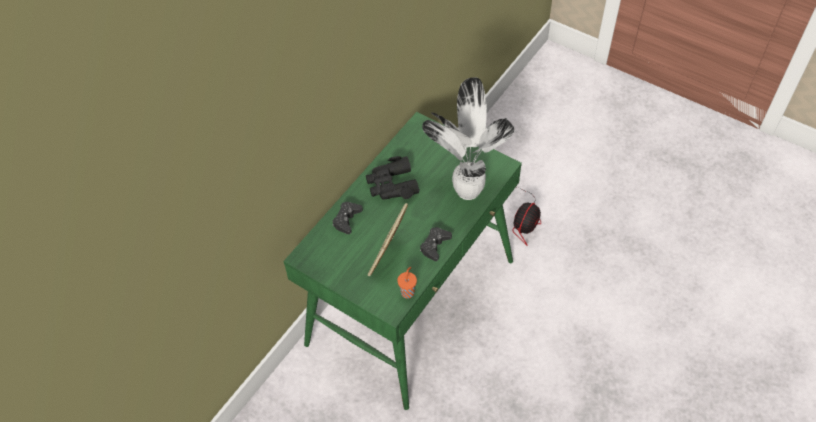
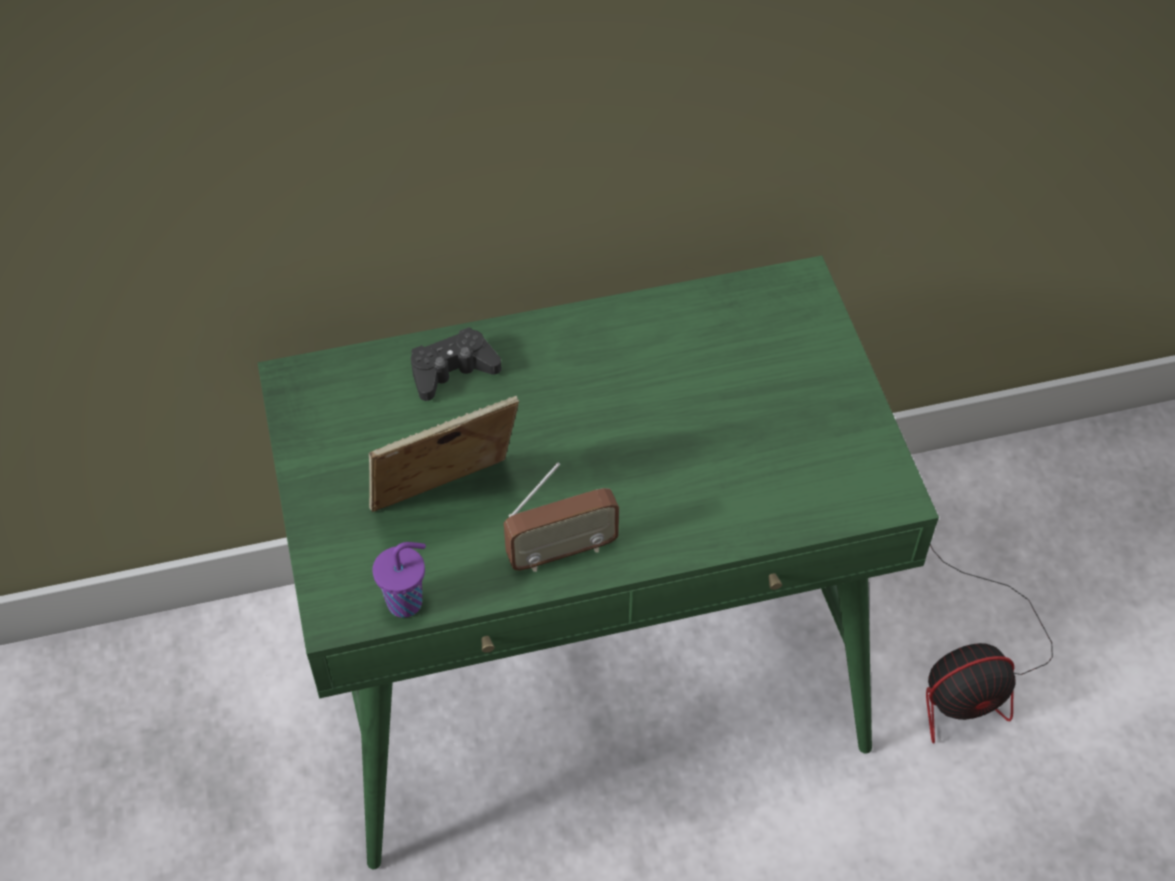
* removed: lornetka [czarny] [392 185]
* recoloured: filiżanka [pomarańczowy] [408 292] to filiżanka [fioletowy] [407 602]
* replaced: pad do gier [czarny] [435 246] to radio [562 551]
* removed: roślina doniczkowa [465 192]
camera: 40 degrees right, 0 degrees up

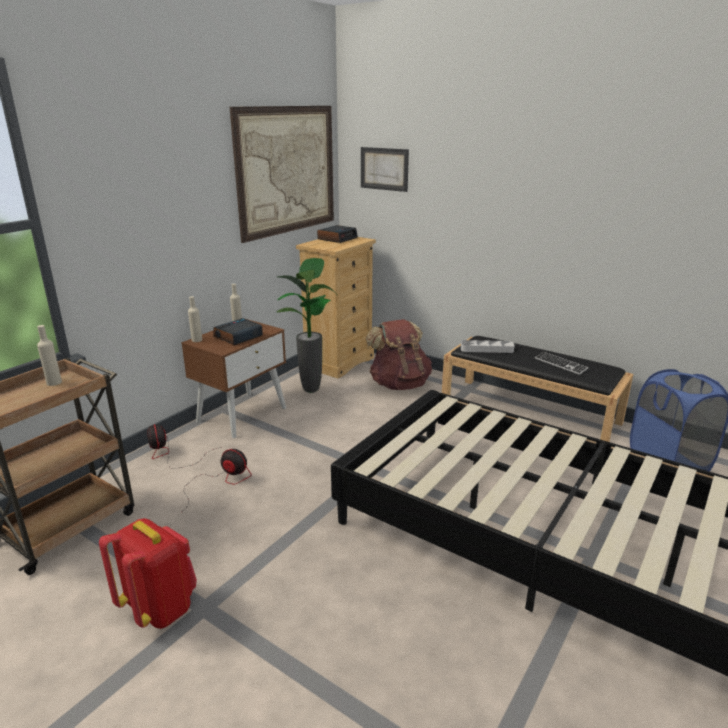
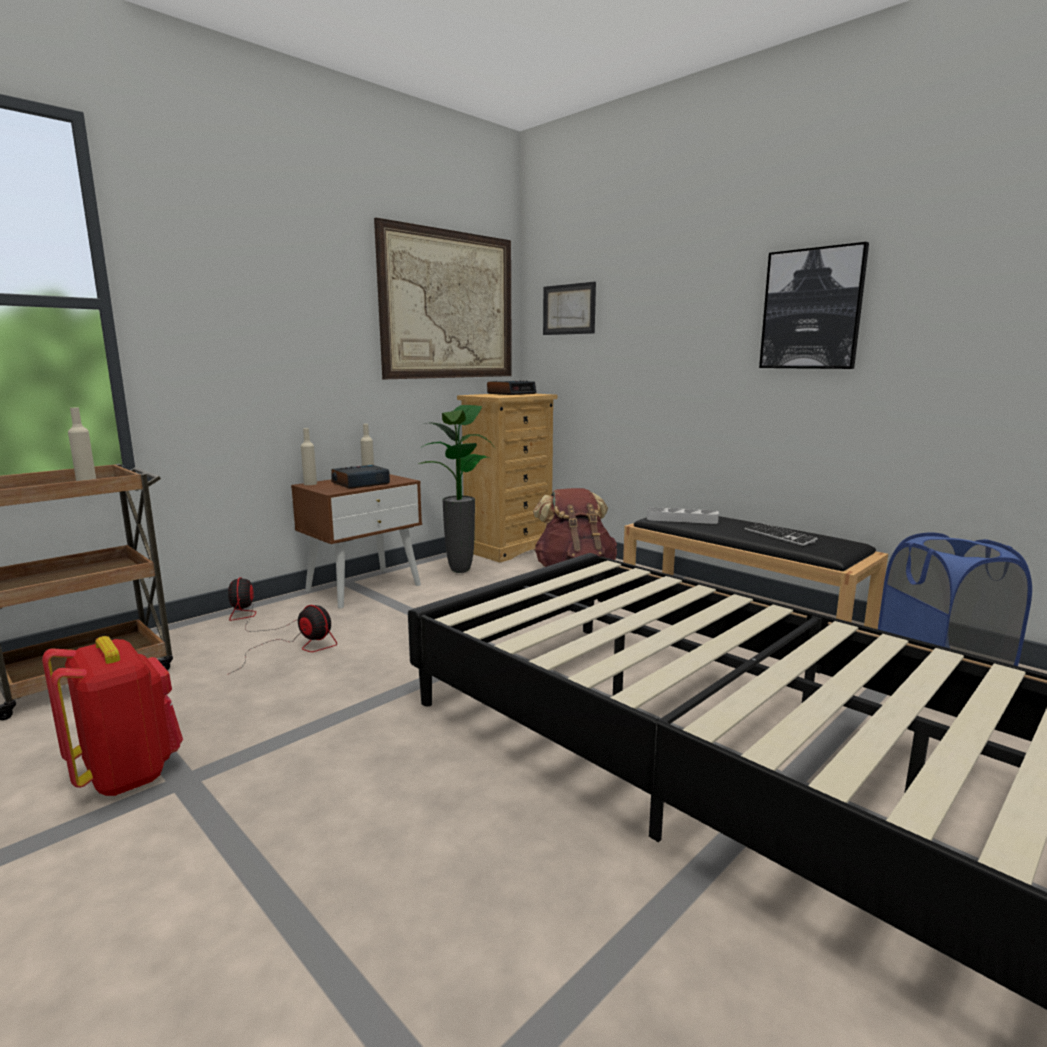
* added: obraz [812 309]
camera: 10 degrees right, 10 degrees down

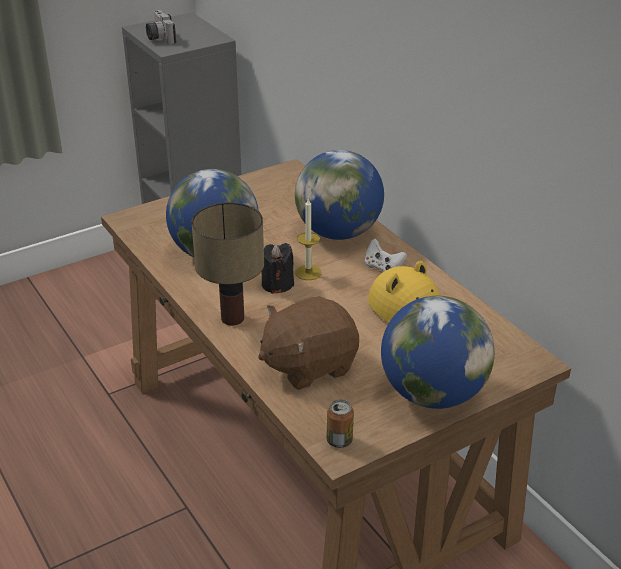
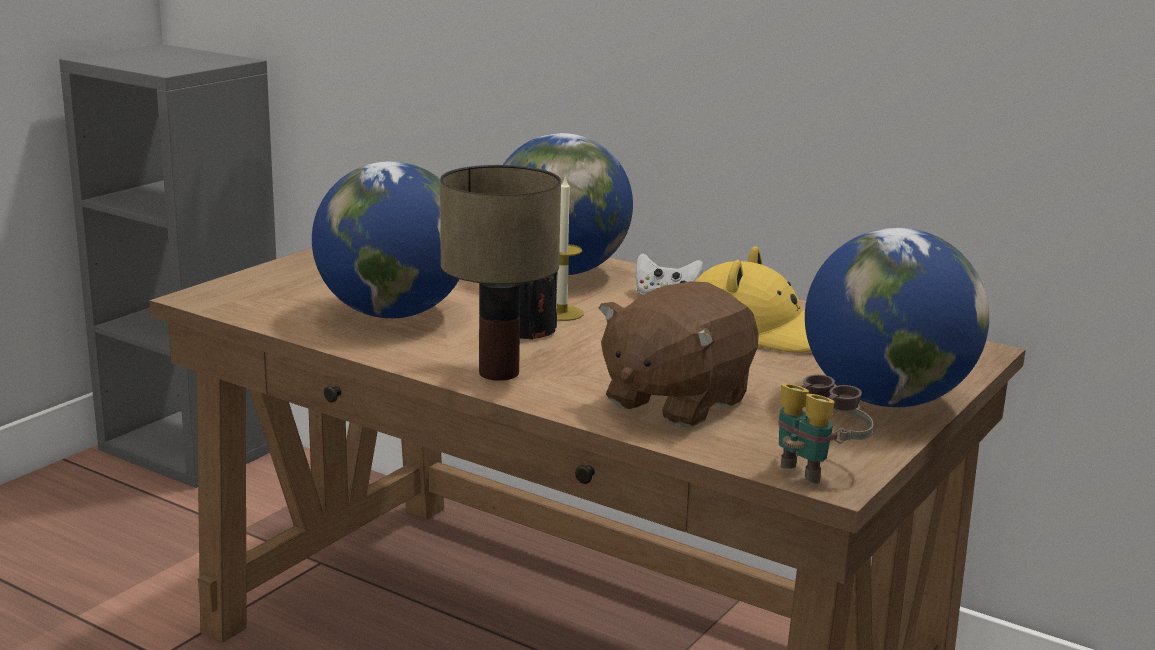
* removed: aparat fotograficzny [159 38]
* replaced: puszka [339 440] to lornetka [816 468]
camera: 25 degrees left, 15 degrees down

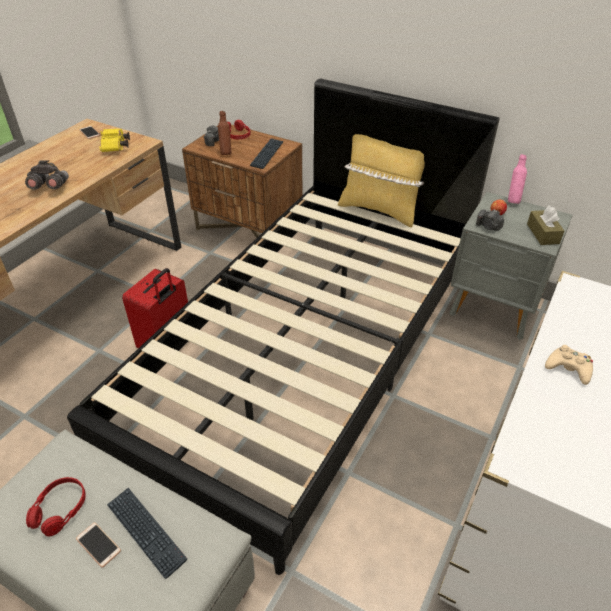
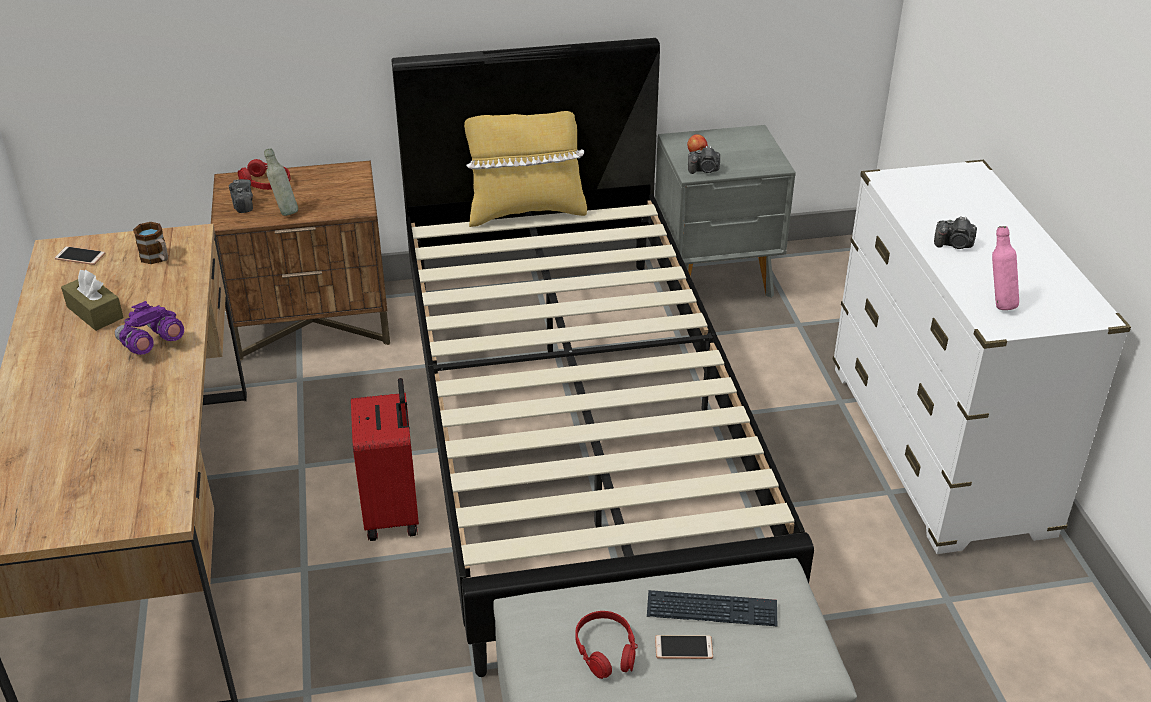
* recoloured: lornetka [szary] [50 187] to lornetka [fioletowy] [151 345]
* replaced: lornetka [żółty] [115 147] to kubek [157 258]
* recoloured: butelka [brązowy] [226 153] to butelka [szary] [285 212]
* removed: klawiatura [267 154]
* moved: butelka [różowy] [512 200] to [998 304]
* moved: pudełko chusteczek [brązowy] [542 234] to [95 312]
* replaced: pad do gier [beżowy] [568 368] to aparat fotograficzny [954 245]
camera: 40 degrees left, 5 degrees down

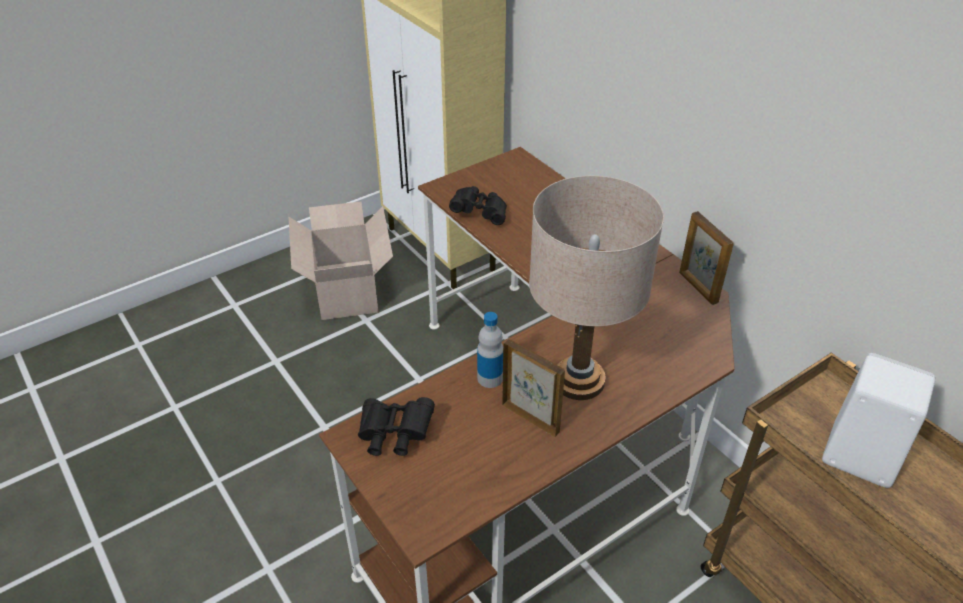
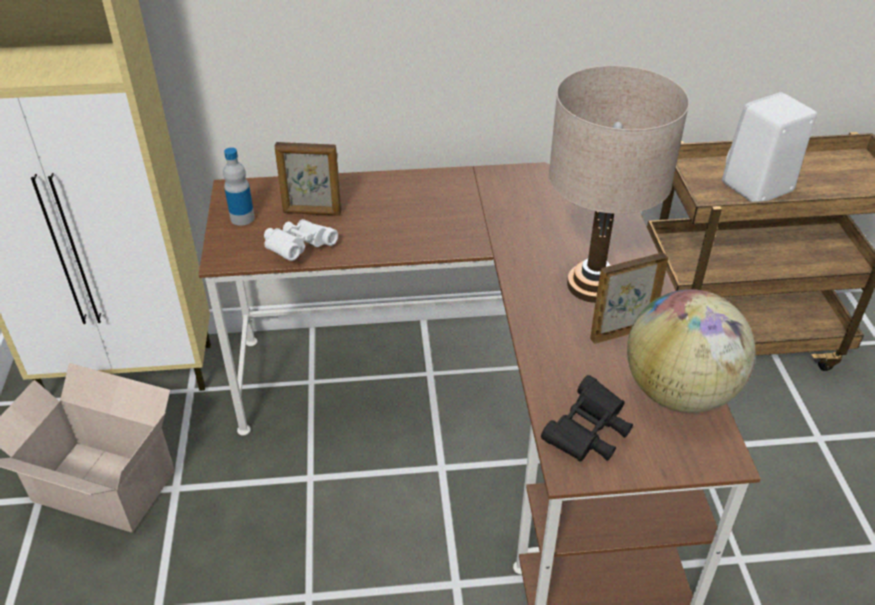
* recoloured: lornetka [czarny] [480 213] to lornetka [biały] [298 249]
* moved: butelka [490 378] to [242 218]
* moved: ramka na zdjęcie [697 287] to [312 213]
* added: globus [679 392]
camera: 60 degrees left, 0 degrees up

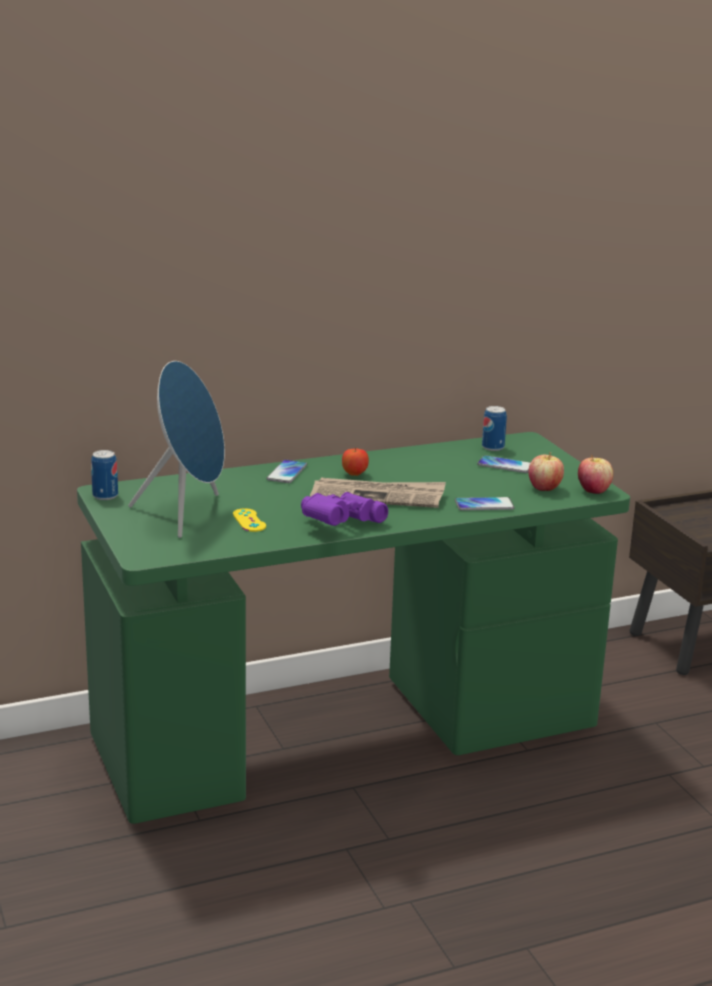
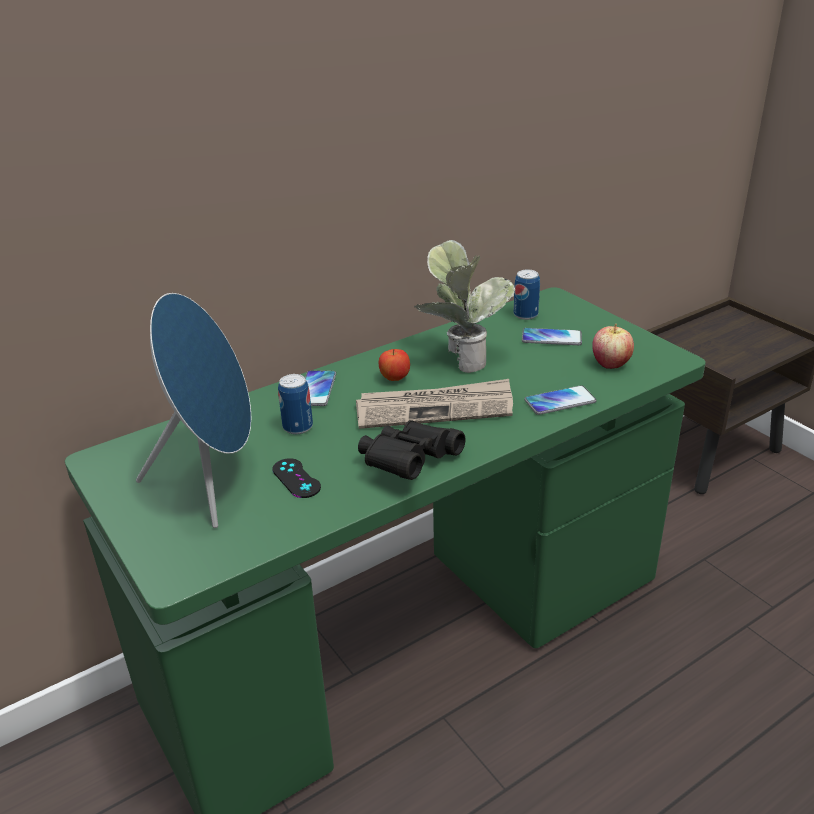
* moved: puszka [105 496] to [297 427]
* recoloured: pad do gier [żółty] [249 520] to pad do gier [czarny] [296 478]
* recoloured: lornetka [fioletowy] [339 524] to lornetka [czarny] [408 464]
* removed: jabłko [593 491]
* added: roślina doniczkowa [461 359]
camera: 10 degrees left, 10 degrees up

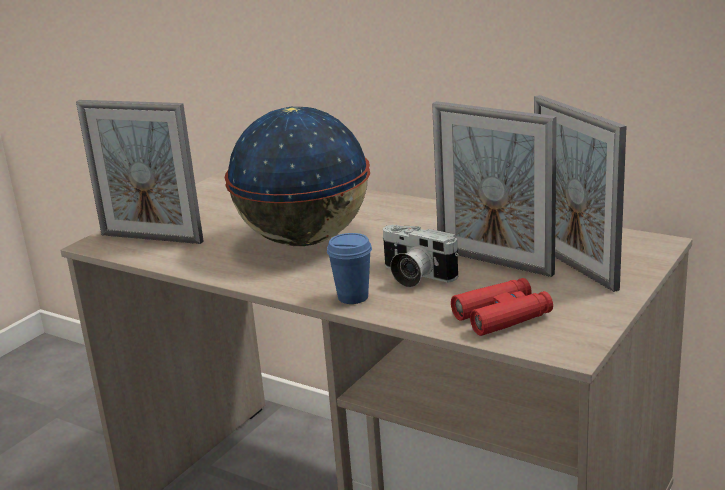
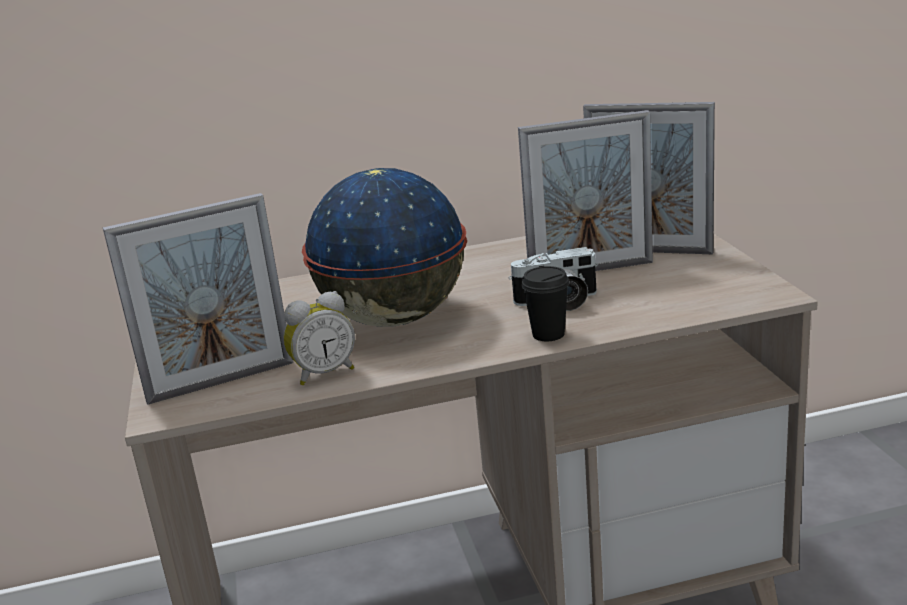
* recoloured: filiżanka [niebieski] [353 297] to filiżanka [czarny] [548 334]
* removed: lornetka [czerwony] [502 316]
* added: budzik [323 373]
camera: 45 degrees left, 0 degrees up

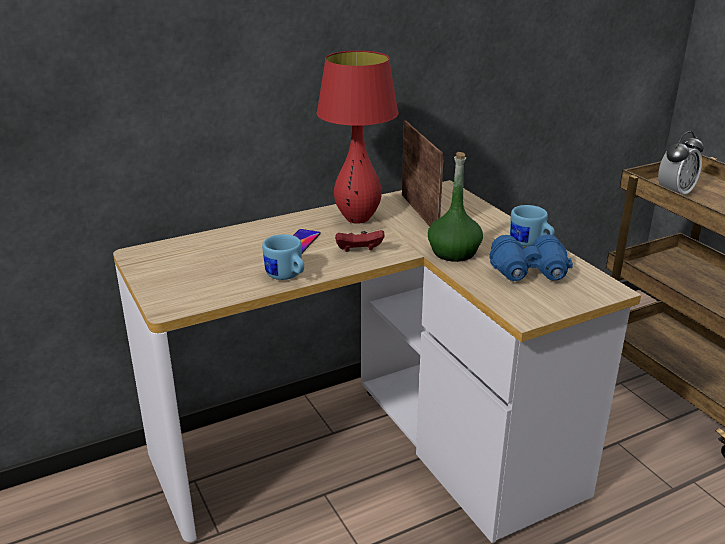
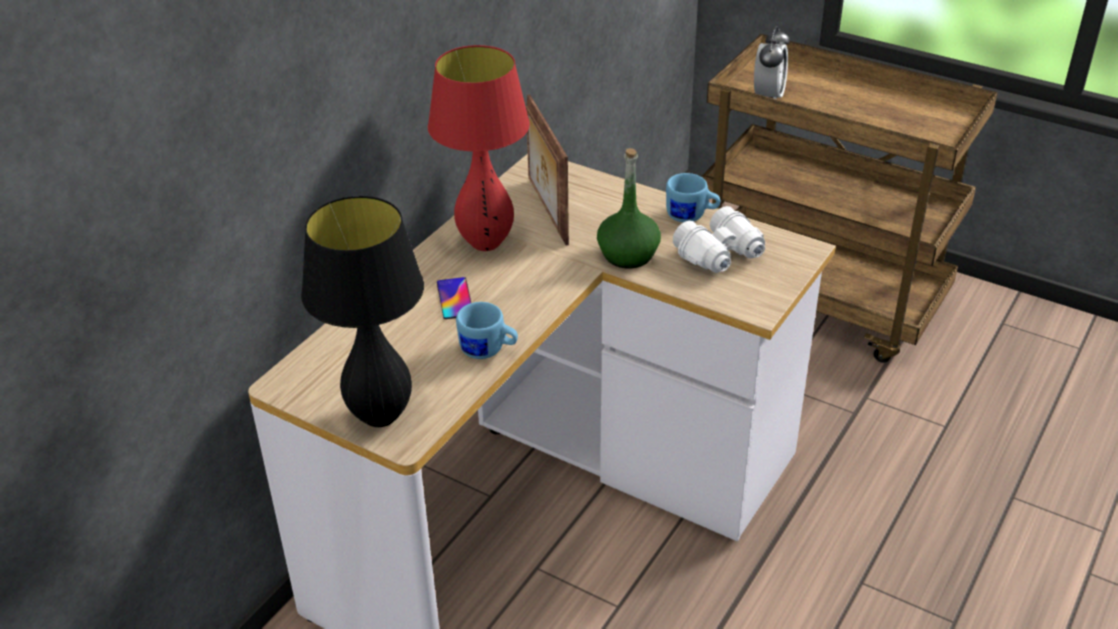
* removed: pad do gier [czerwony] [359 251]
* turned: ramka na zdjęcie [421 213] = [546 211] 150 degrees counterclockwise
* recoloured: lornetka [niebieski] [529 273] to lornetka [biały] [721 255]
* added: lampa stołowa [czarny] [381 416]
camera: 30 degrees left, 10 degrees up

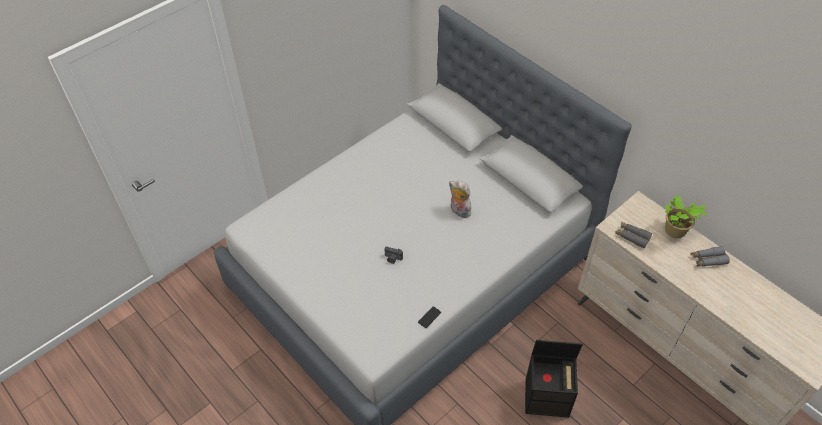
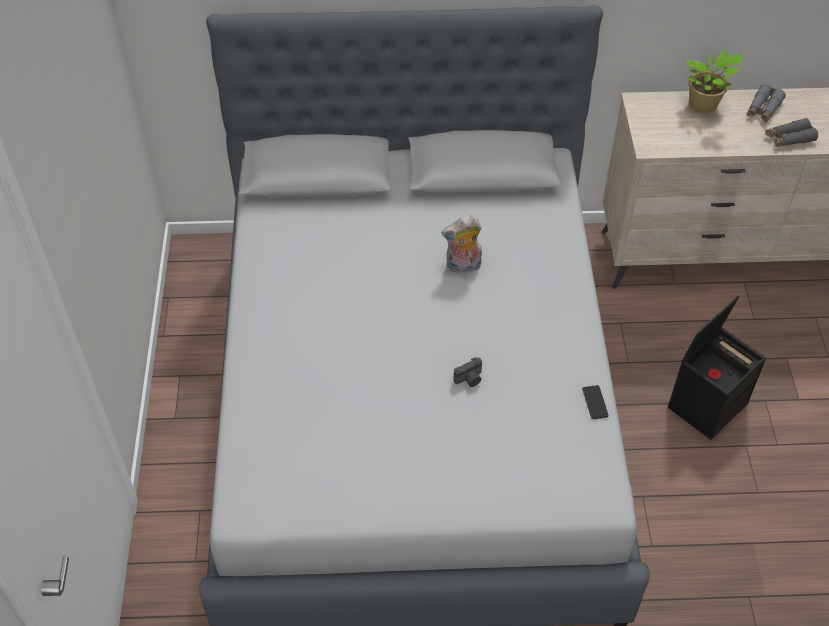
* moved: lornetka [szary] [632 236] to [789 138]
camera: 50 degrees left, 0 degrees up

